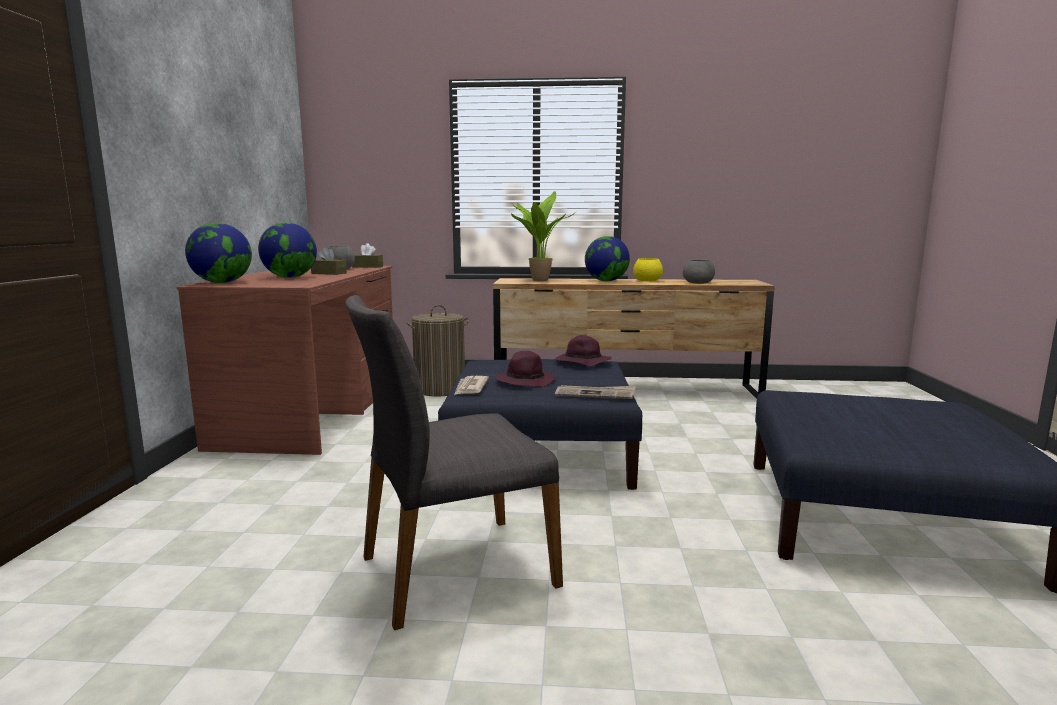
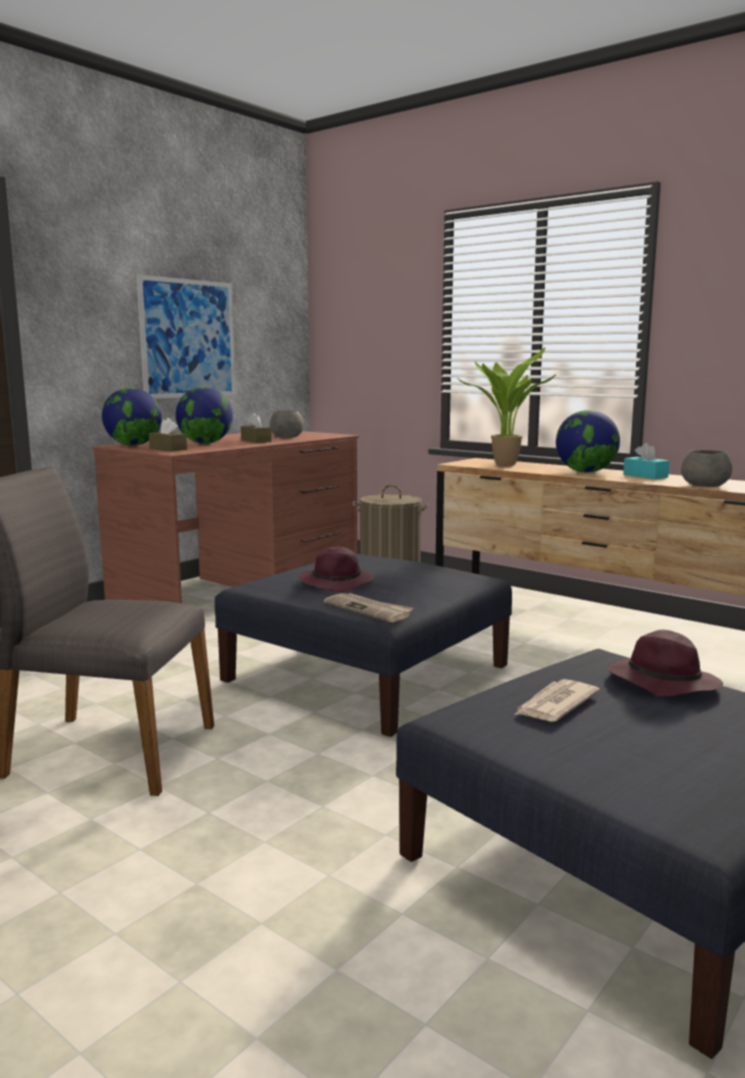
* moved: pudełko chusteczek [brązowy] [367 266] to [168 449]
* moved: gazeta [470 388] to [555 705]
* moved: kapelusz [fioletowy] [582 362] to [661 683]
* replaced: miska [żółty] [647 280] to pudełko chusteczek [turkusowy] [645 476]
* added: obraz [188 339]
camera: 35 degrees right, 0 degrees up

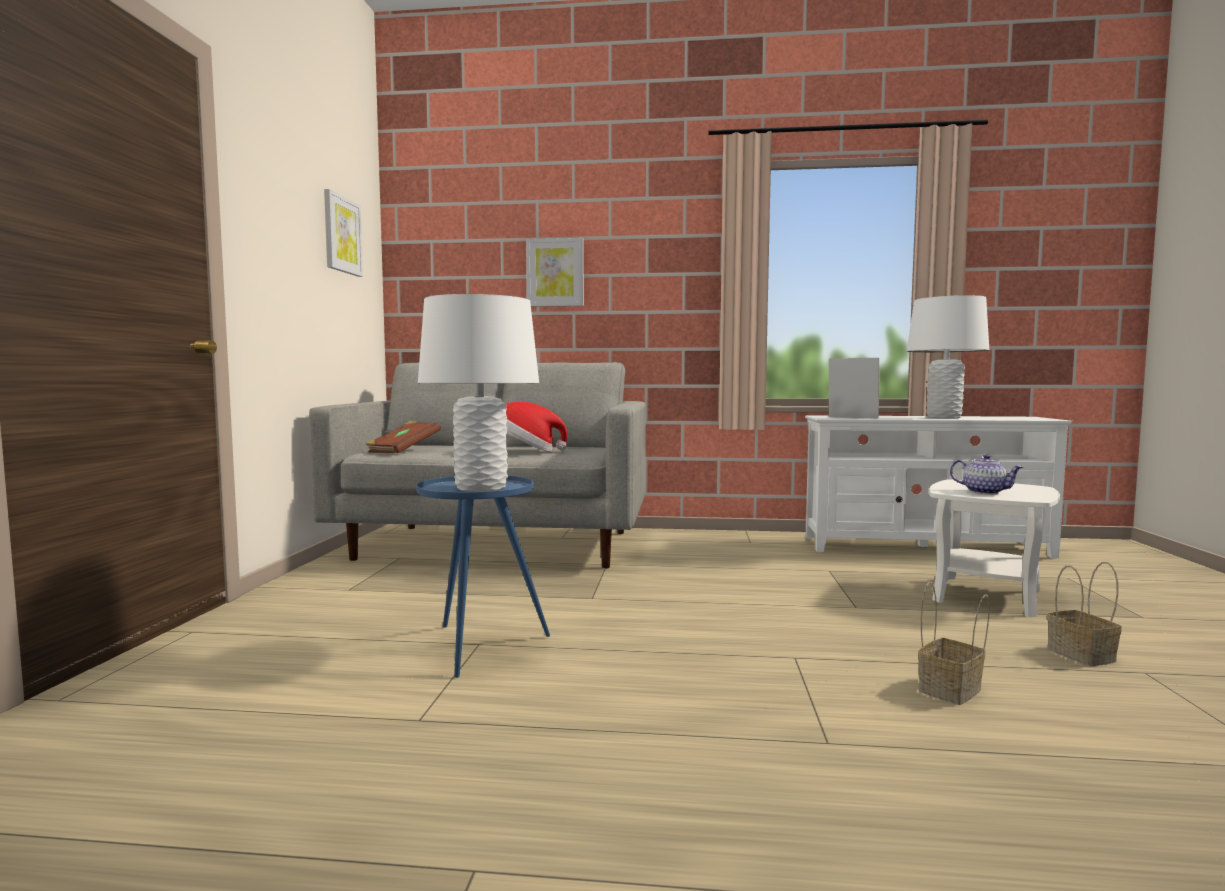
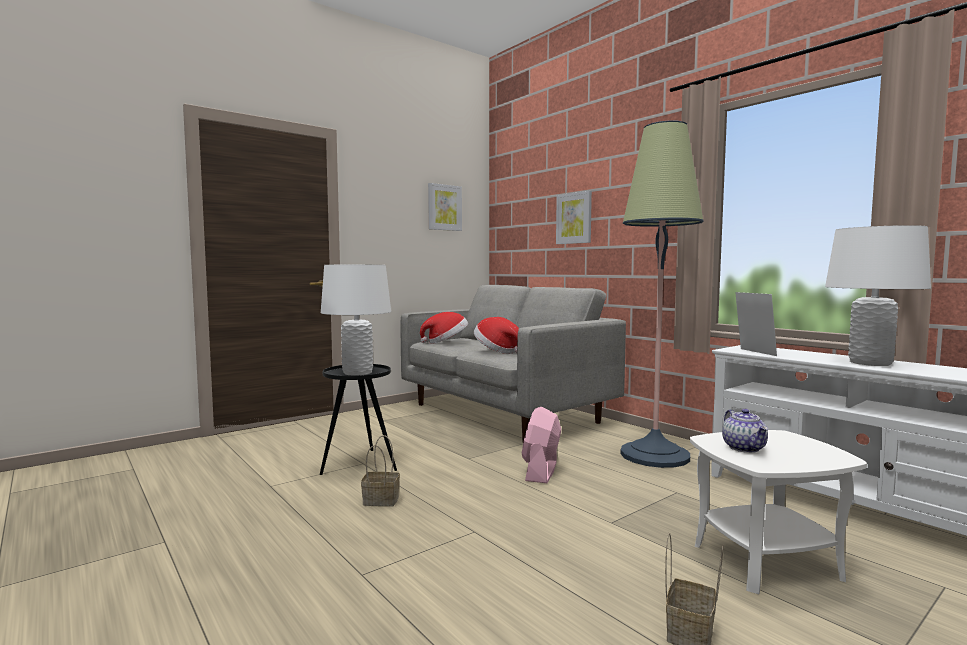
* replaced: książka [brązowy] [403 450] to kapelusz [446 342]
* recoloured: stolik [niebieski] [478 647] to stolik [czarny] [359 465]
* moved: koszyk [950 691] to [379 501]
* added: wentylator [różowy] [541 471]
* added: lampa stojąca [654 455]
camera: 45 degrees right, 0 degrees up

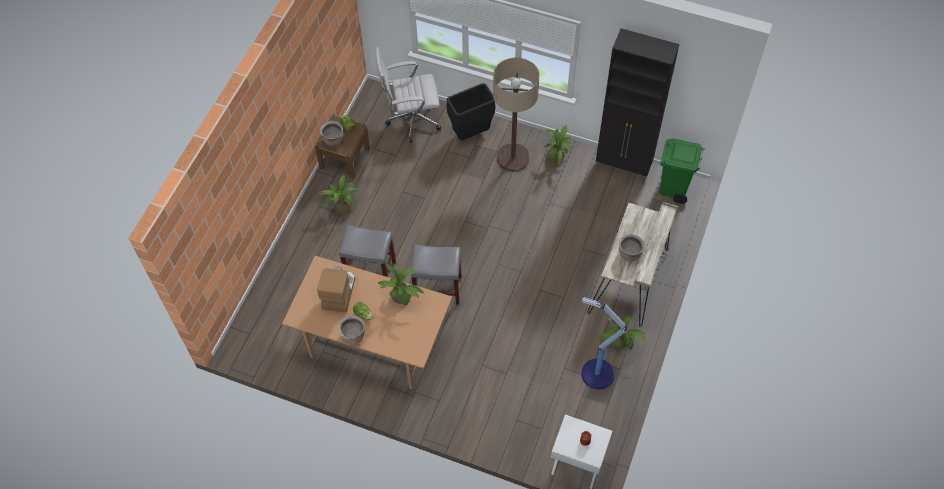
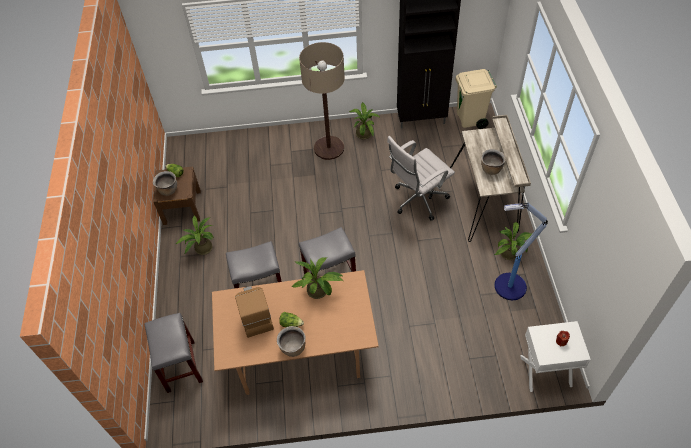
* moved: krzesło biurowe [biały] [411 120] to [417 200]
* removed: kosz na śmieci [czarny] [471 133]
* recoloured: kosz na śmieci [zielony] [674 188] to kosz na śmieci [beżowy] [470 119]
* added: stołek [szary] [180 366]
camera: 25 degrees left, 5 degrees down

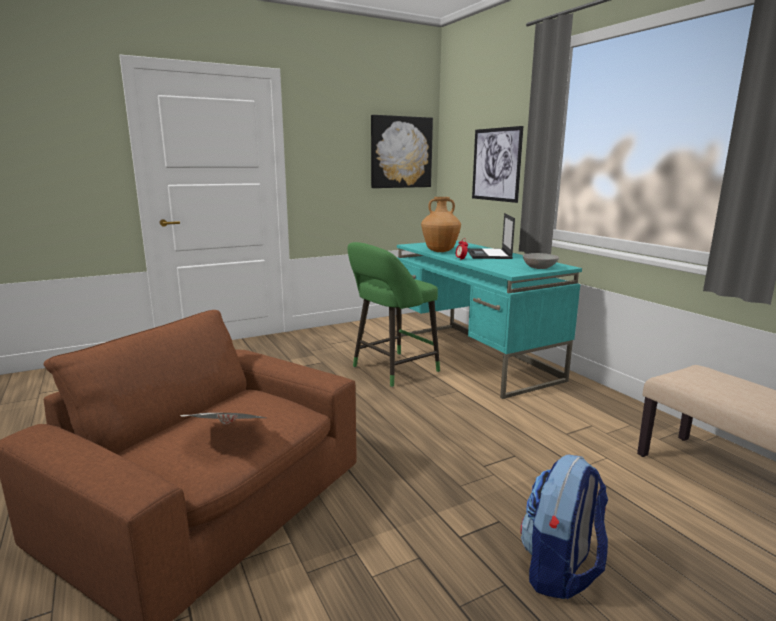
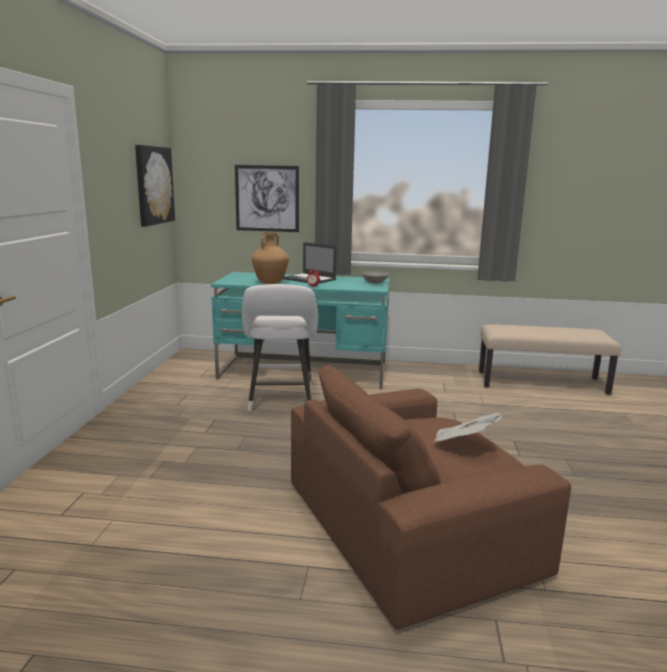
* recoloured: stołek [zielony] [391 370] to stołek [biały] [280 402]
* removed: plecak [560 570]
camera: 55 degrees left, 0 degrees up

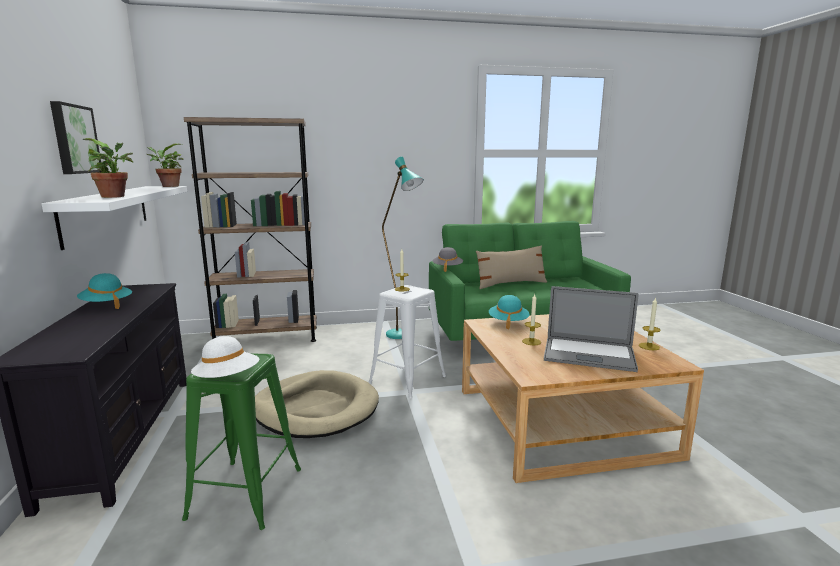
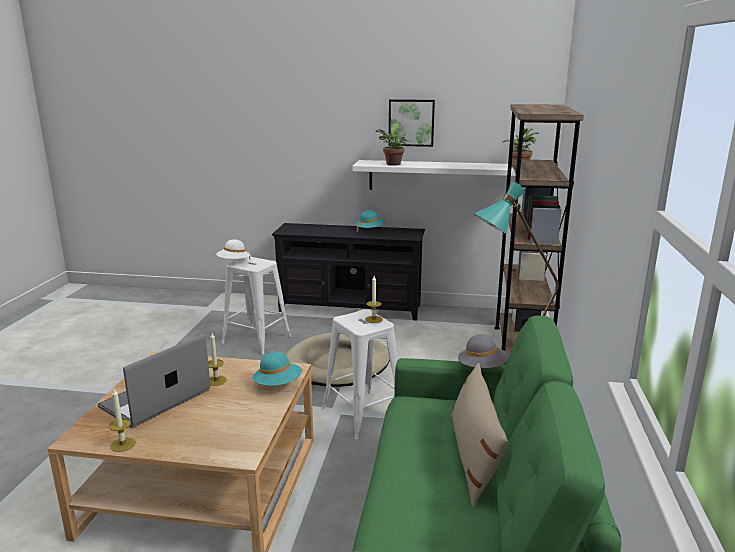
* recoloured: stołek [zielony] [245 493] to stołek [biały] [256 339]
camera: 110 degrees right, 5 degrees up

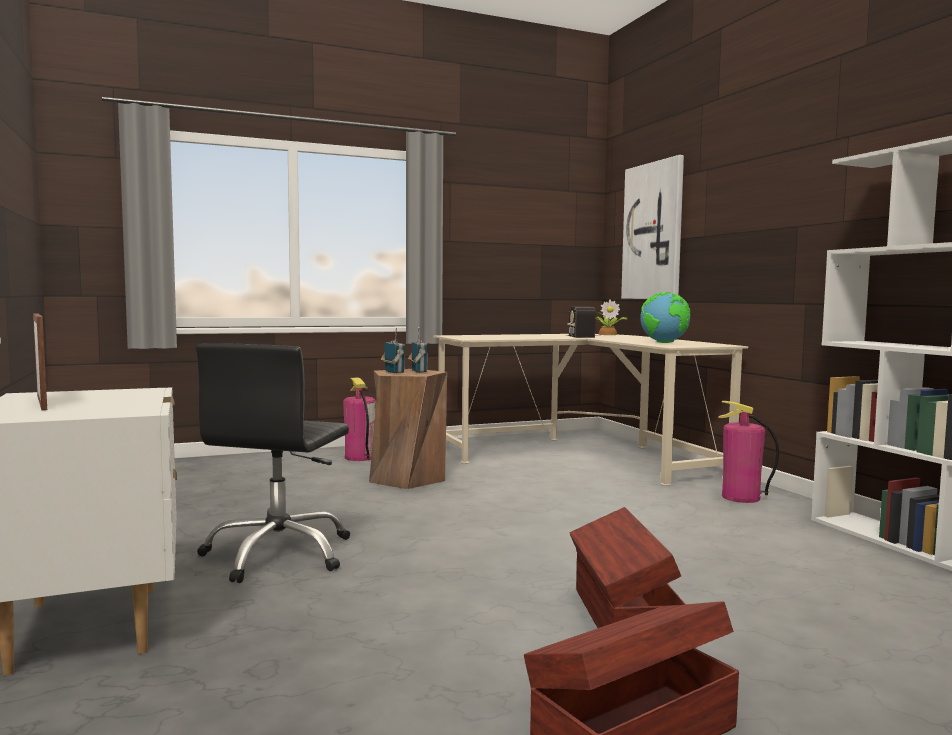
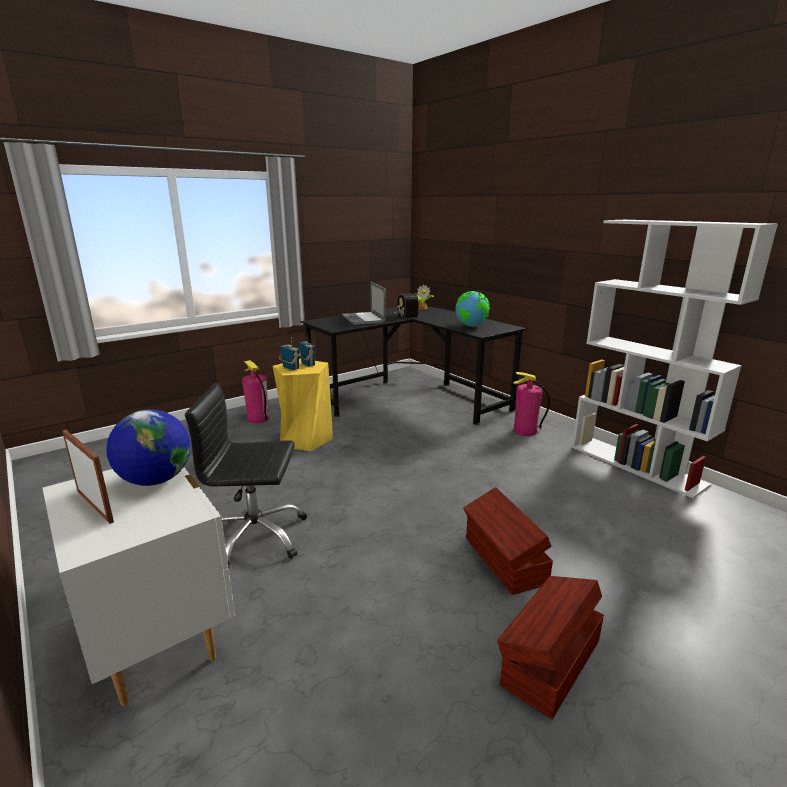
* turned: krzesło biurowe [czarny] [279 554] = [255 537] 90 degrees clockwise
* recoloured: stołek [brązowy] [407 478] to stołek [żółty] [305 439]
* recoloured: biurko [beżowy] [582 454] to biurko [czarny] [411 397]
* removed: obraz [653 231]
* added: globus [155 480]
* added: laptop [363 318]
camera: 15 degrees left, 15 degrees up

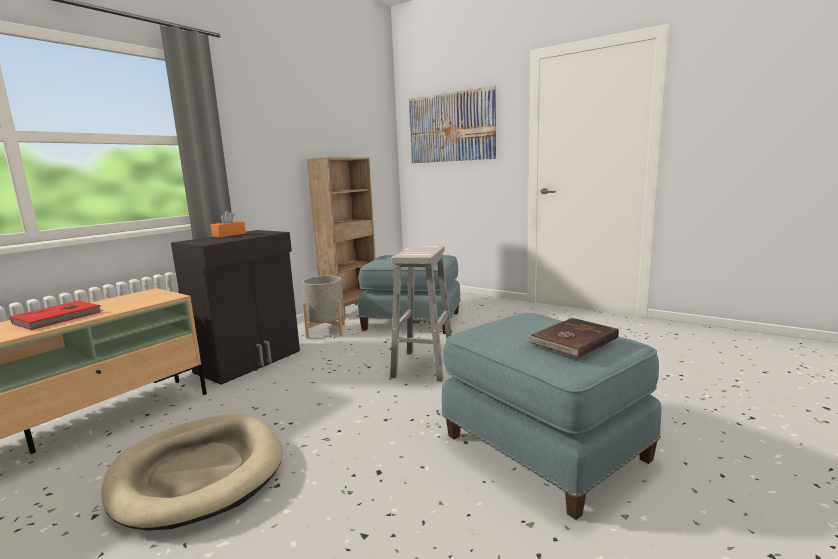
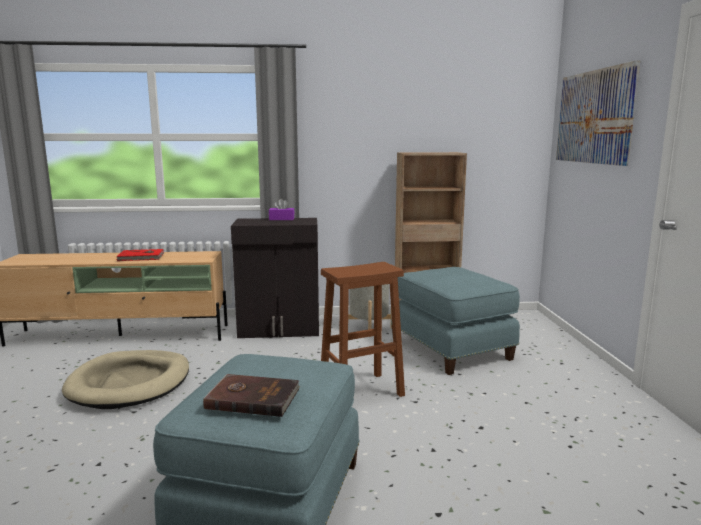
* recoloured: pudełko chusteczek [pomarańczowy] [229 235] to pudełko chusteczek [fioletowy] [281 219]
* recoloured: stołek [biały] [424 365] to stołek [brązowy] [362 390]
camera: 50 degrees right, 0 degrees up

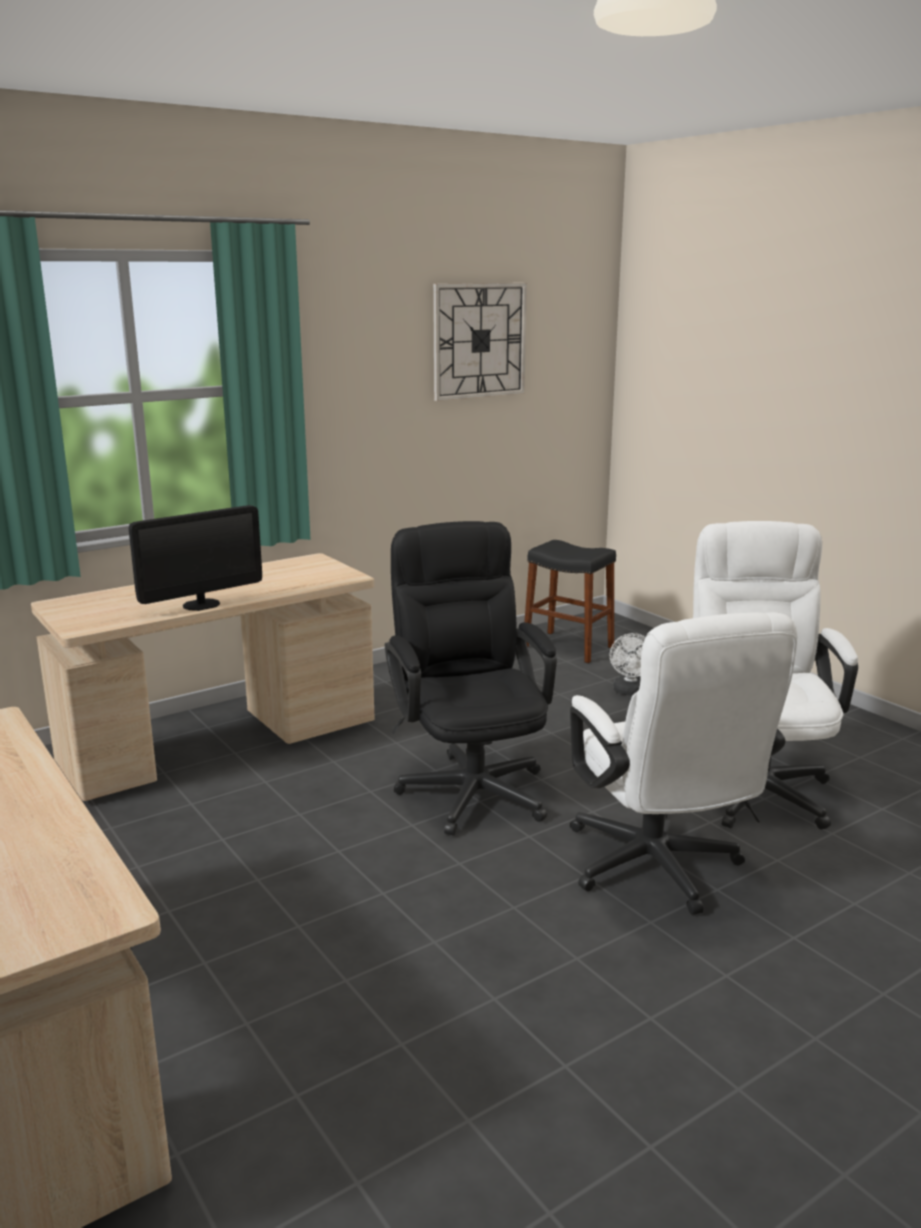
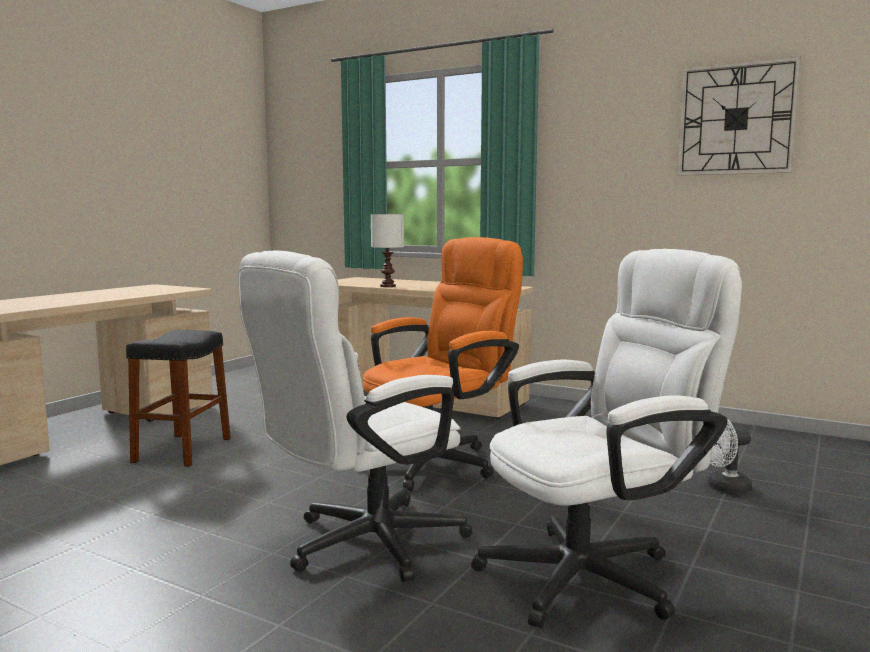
* replaced: monitor [201 605] to lampa stołowa [biały] [388 286]
* recoloured: krzesło biurowe [czarny] [470 785] to krzesło biurowe [pomarańczowy] [439 461]
* moved: stołek [czarny] [568 647] to [183 450]
camera: 65 degrees right, 10 degrees down

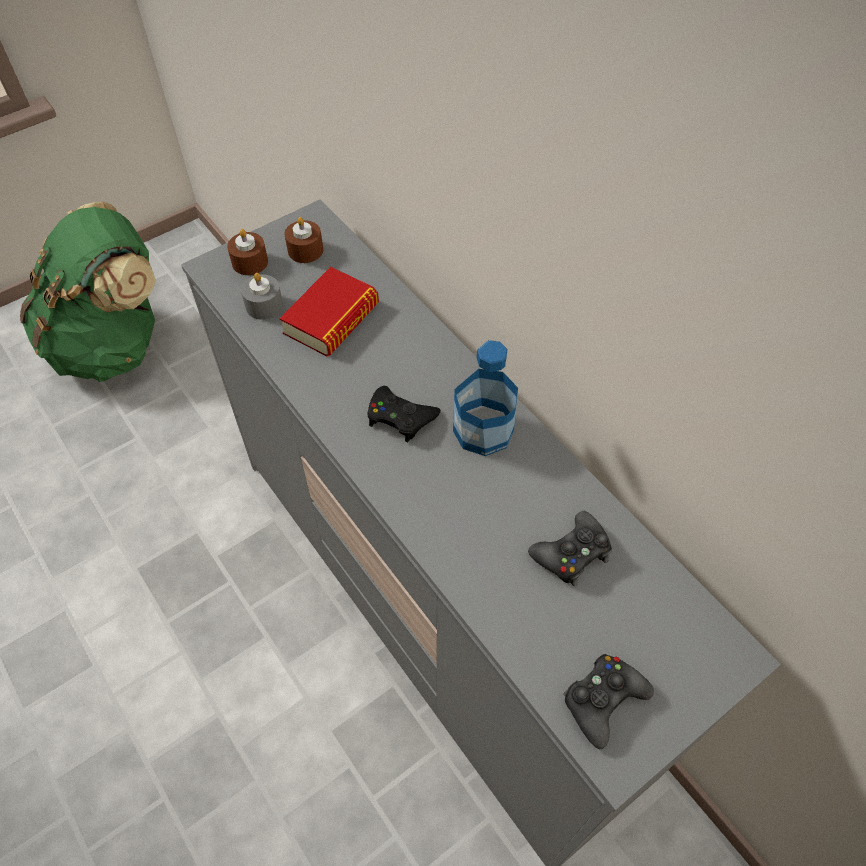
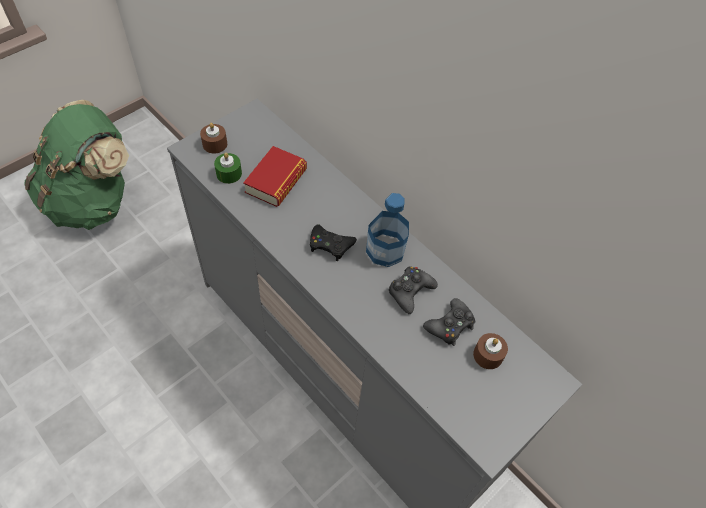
* recoloured: świeca [szary] [264 305] to świeca [zielony] [229 174]
* moved: świeca [brązowy] [305 250] to [488 355]
* moved: pad do gier [czarny] [603 700] to [410 292]
camera: 10 degrees left, 0 degrees up

